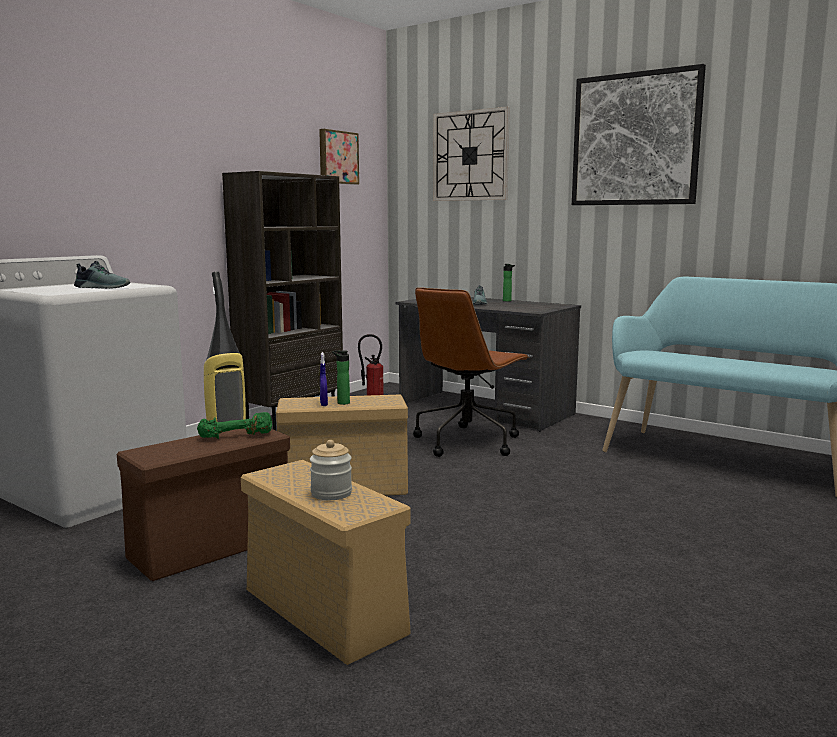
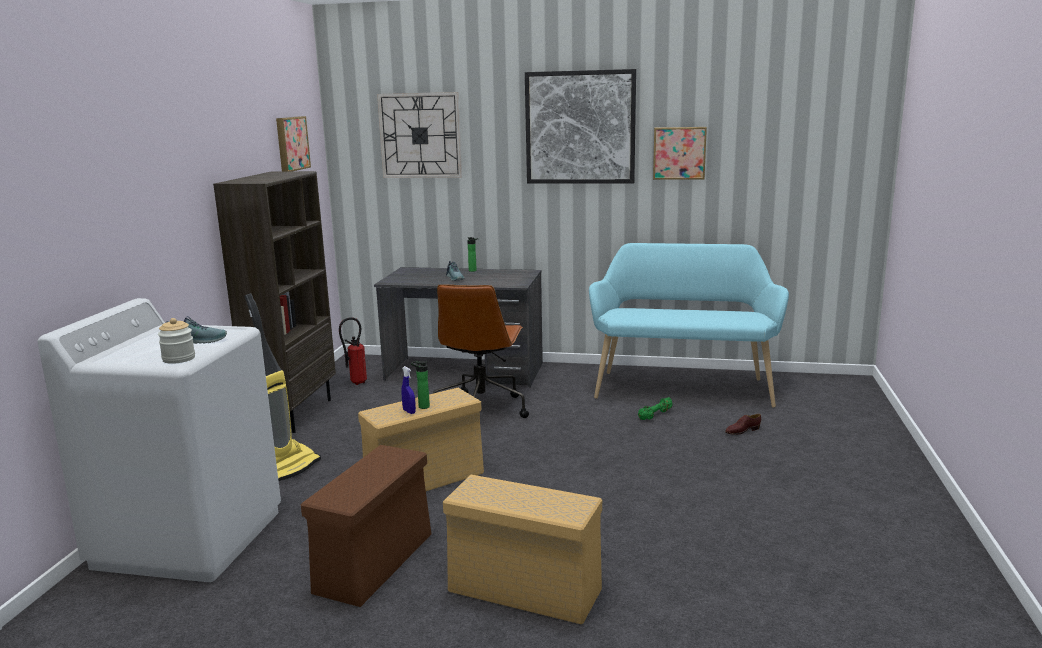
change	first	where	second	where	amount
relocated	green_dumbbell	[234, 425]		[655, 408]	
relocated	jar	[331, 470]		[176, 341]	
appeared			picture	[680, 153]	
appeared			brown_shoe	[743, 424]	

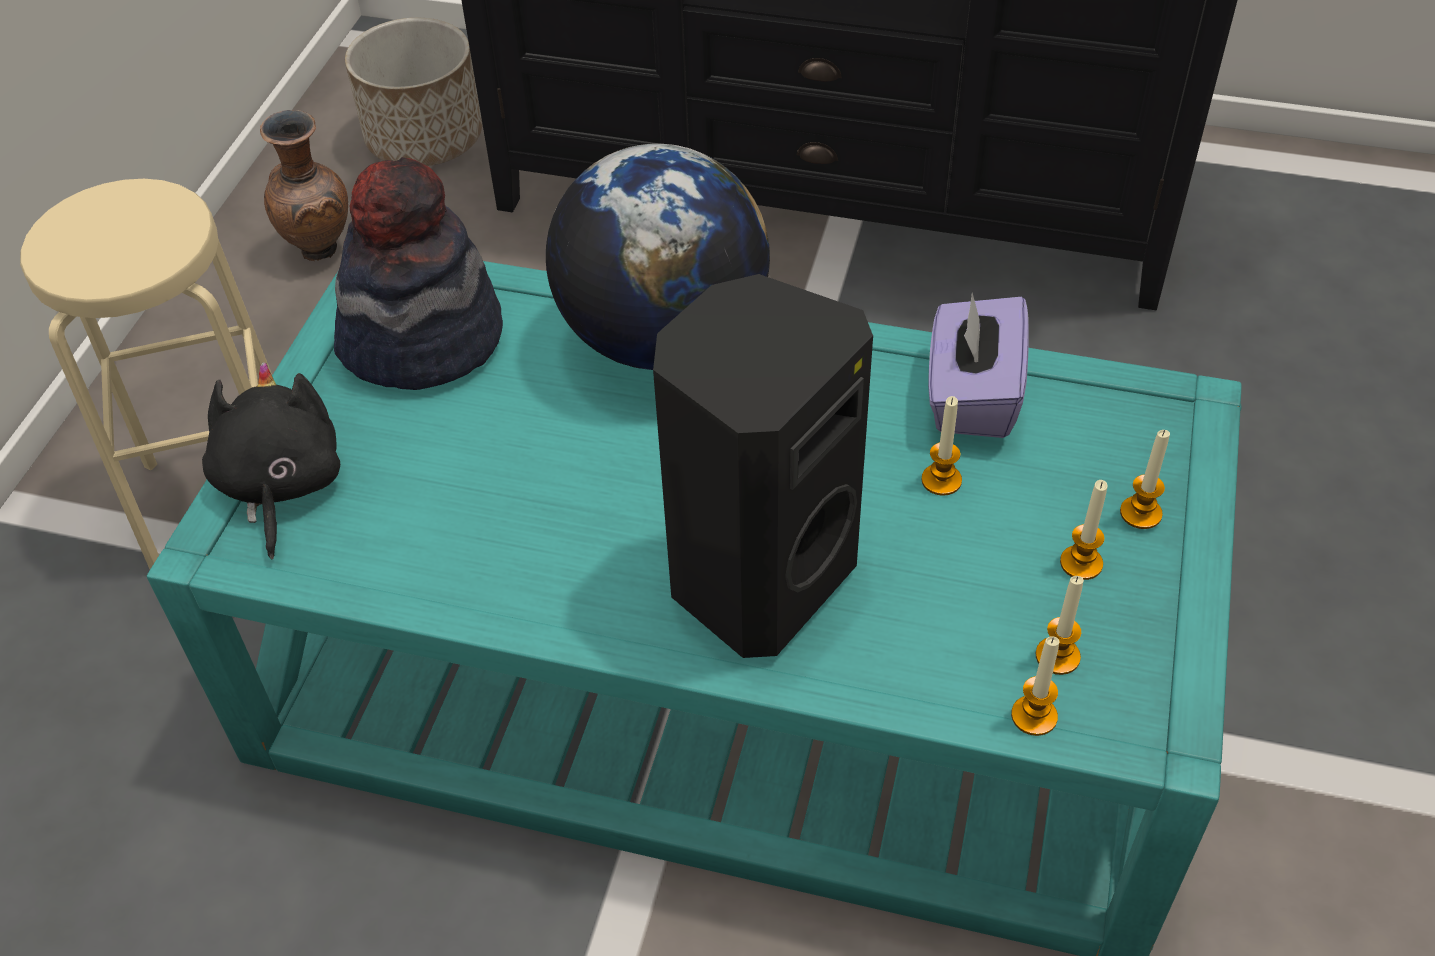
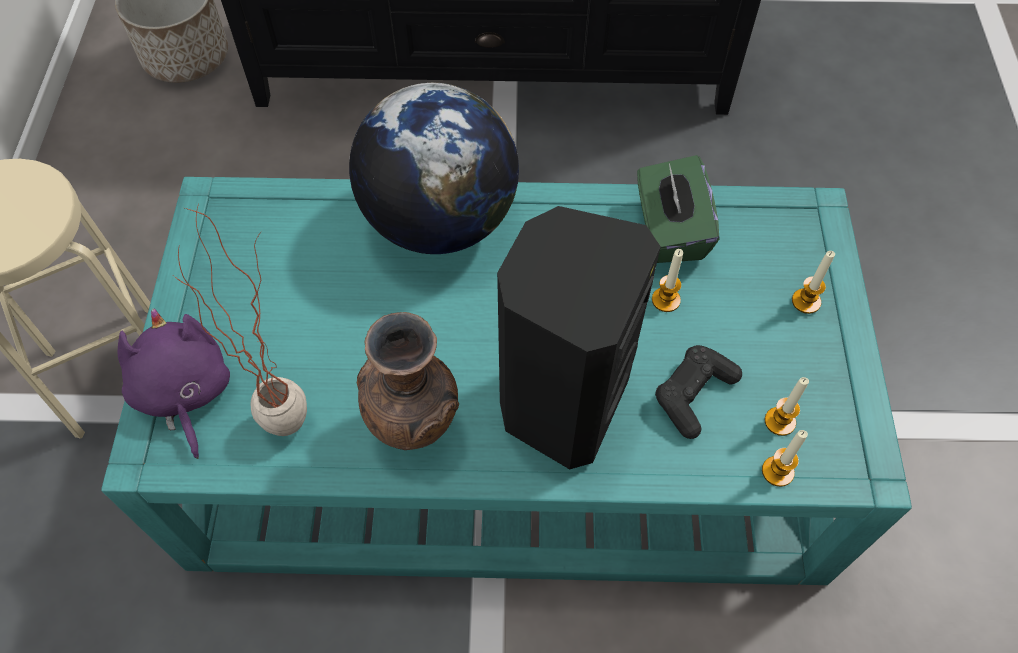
change	first	where	second	where	amount
relocated	brown_vase	[304, 185]		[408, 381]	
missing	hat	[418, 273]			
colour	purple_tissue_box	[978, 365]	green_tissue_box	[678, 209]	
colour	black_plush_toy	[271, 460]	purple_plush_toy	[174, 384]	
missing	candle	[1084, 530]			
appeared			potted_plant	[240, 320]	
appeared			black_game_controller	[698, 392]	

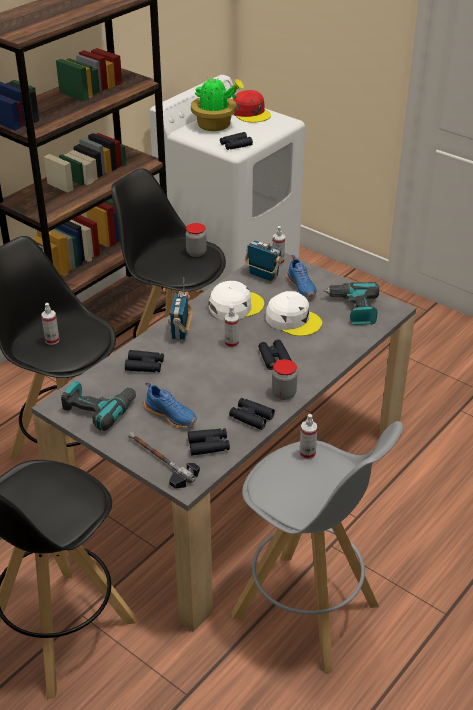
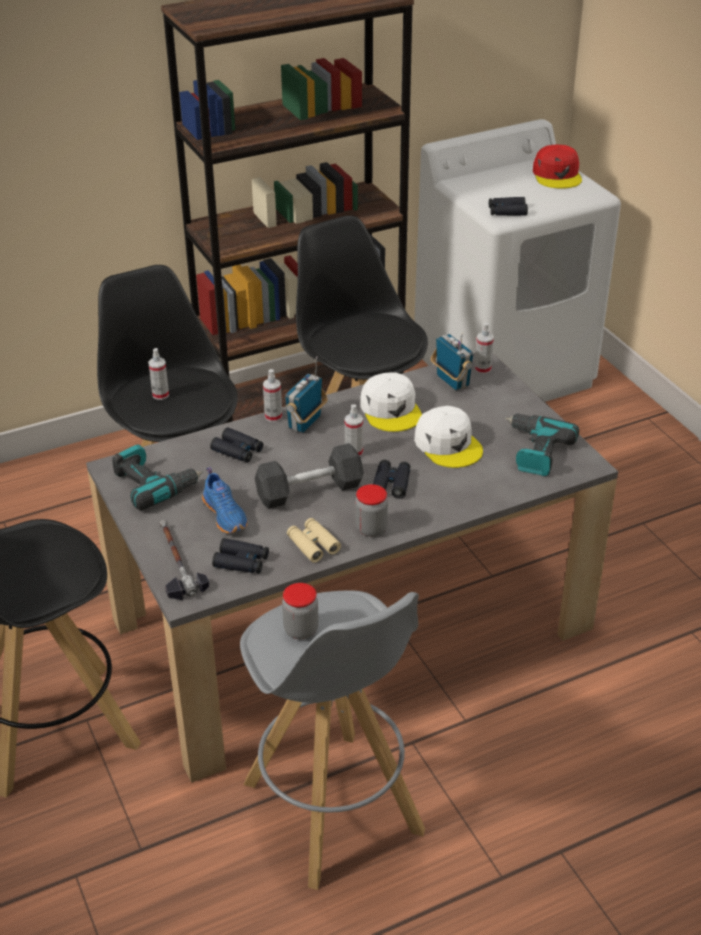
change	first	where	second	where	amount
missing	potted_plant	[217, 103]			
relocated	jar	[196, 240]		[300, 611]	
missing	blue_shoe	[301, 276]			
spun	white_cap	[236, 300]		[391, 402]	75 degrees clockwise
colour	black_binoculars	[252, 414]	beige_binoculars	[314, 540]	
relocated	spray_bottle	[308, 437]		[272, 395]	
appeared			grey_dumbbell	[309, 476]	

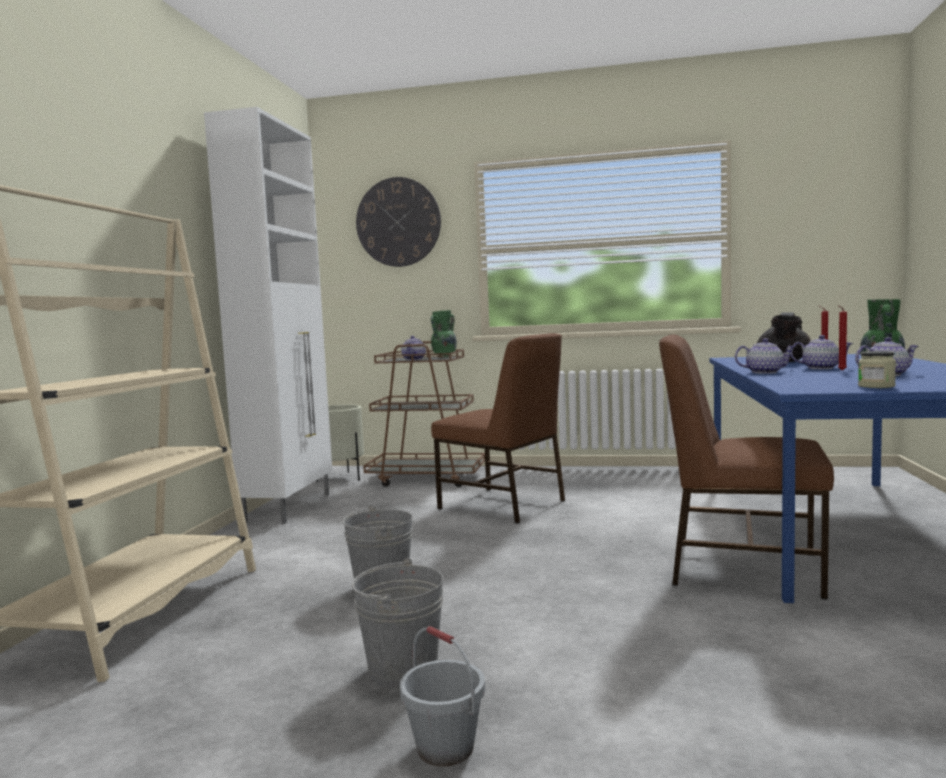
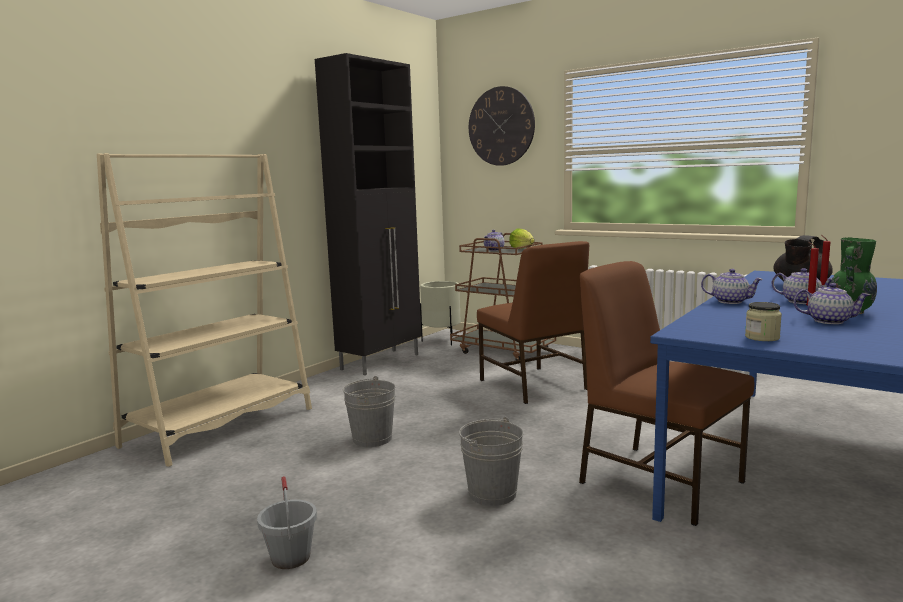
change	first	where	second	where	amount
colour	white_cabinet	[268, 315]	black_cabinet	[368, 214]	
exchanged	green_vase	[444, 334]	lettuce	[521, 239]	
relocated	grey_bucket	[398, 623]		[491, 461]	

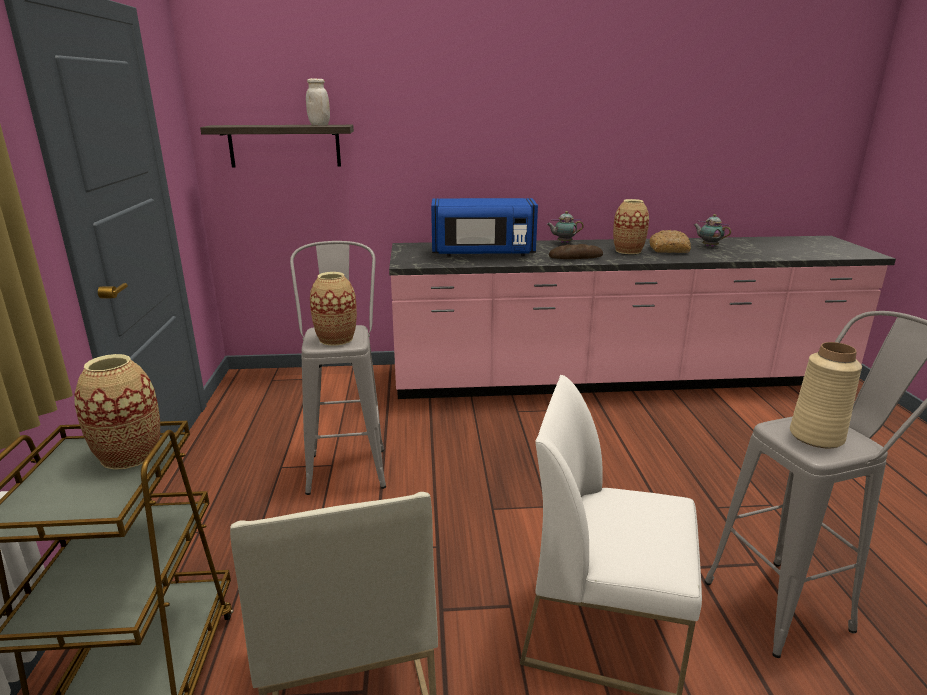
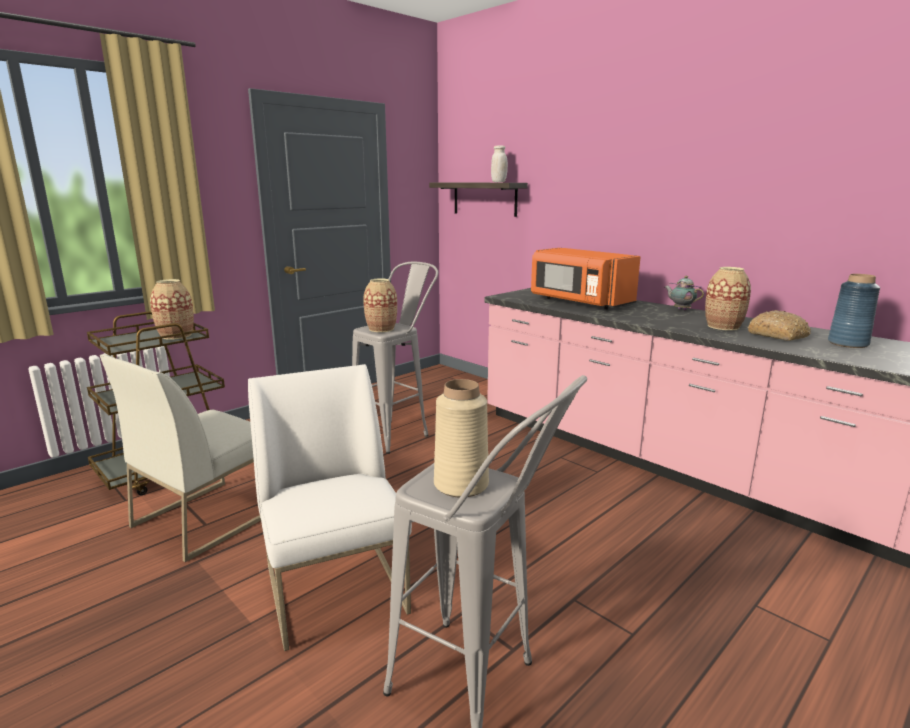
change	first	where	second	where	amount
colour	blue_microwave	[484, 227]	orange_microwave	[586, 279]	
exchanged	teapot	[712, 230]	blue_vase	[854, 311]	
missing	bread	[576, 251]			

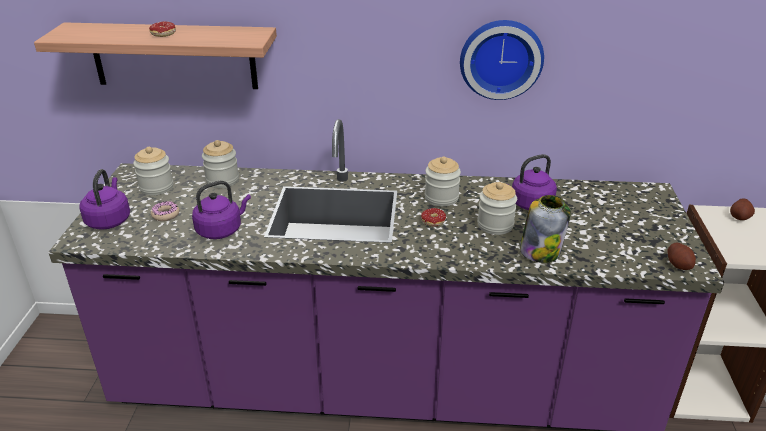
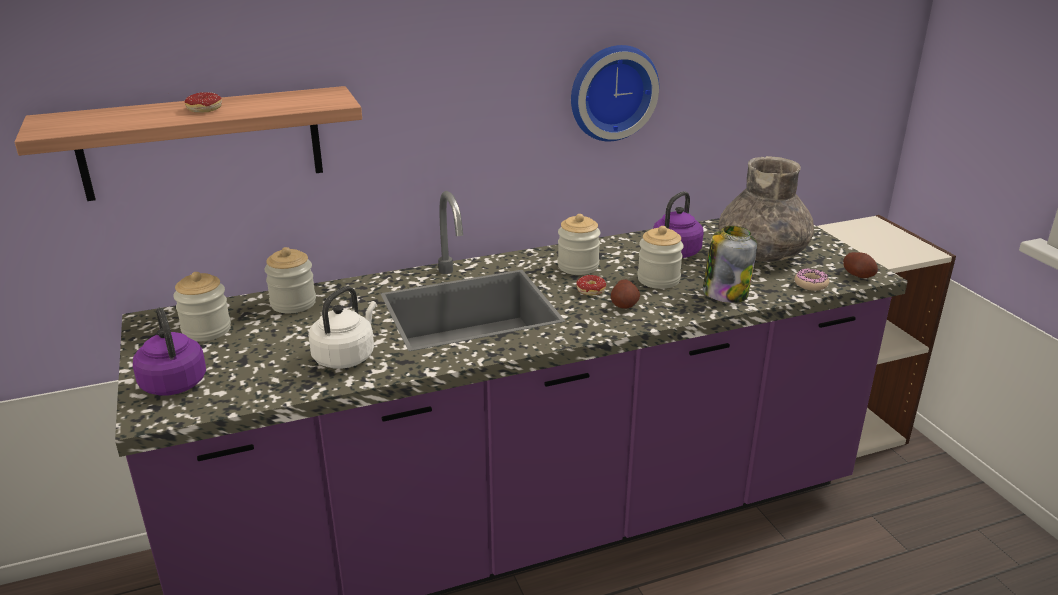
change	first	where	second	where	amount
colour	purple_kettle	[221, 210]	white_kettle	[342, 327]	
relocated	potato	[742, 209]		[625, 294]	
relocated	donut	[165, 211]		[811, 279]	
appeared			grey_vase	[766, 209]	

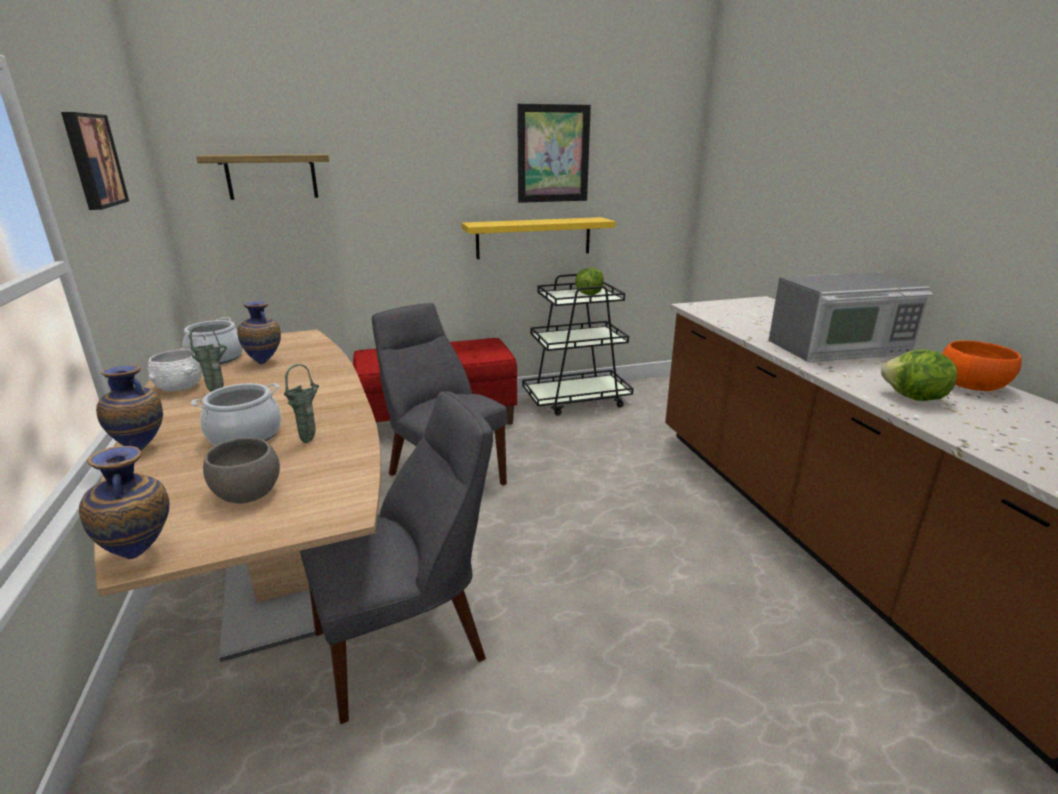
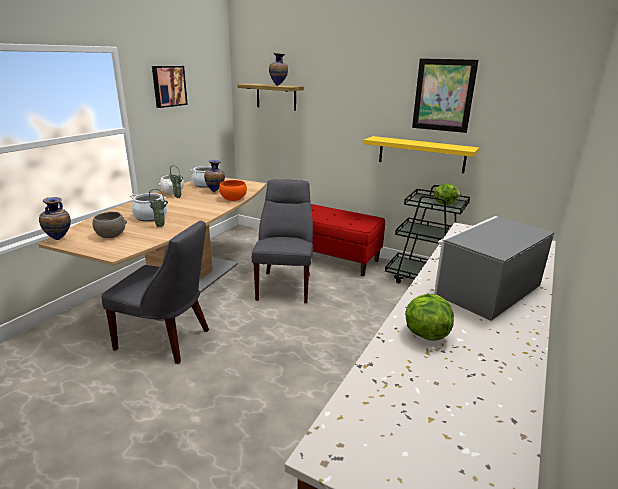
change	first	where	second	where	amount
spun	microwave	[850, 317]		[494, 268]	105 degrees clockwise
relocated	orange_bowl	[982, 365]		[233, 190]	
relocated	vase	[129, 408]		[278, 69]	

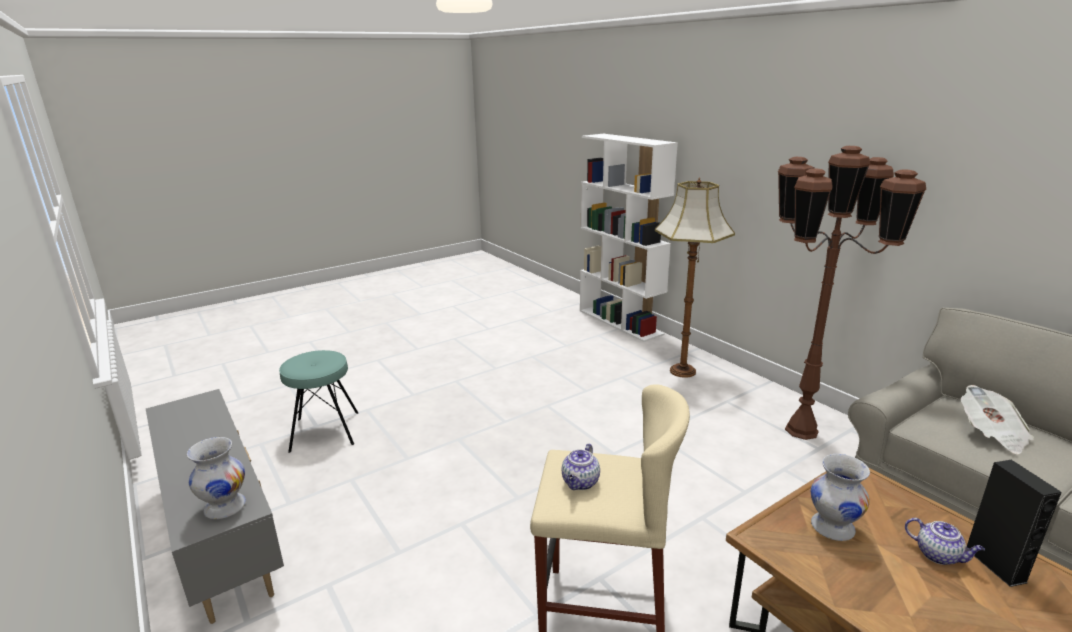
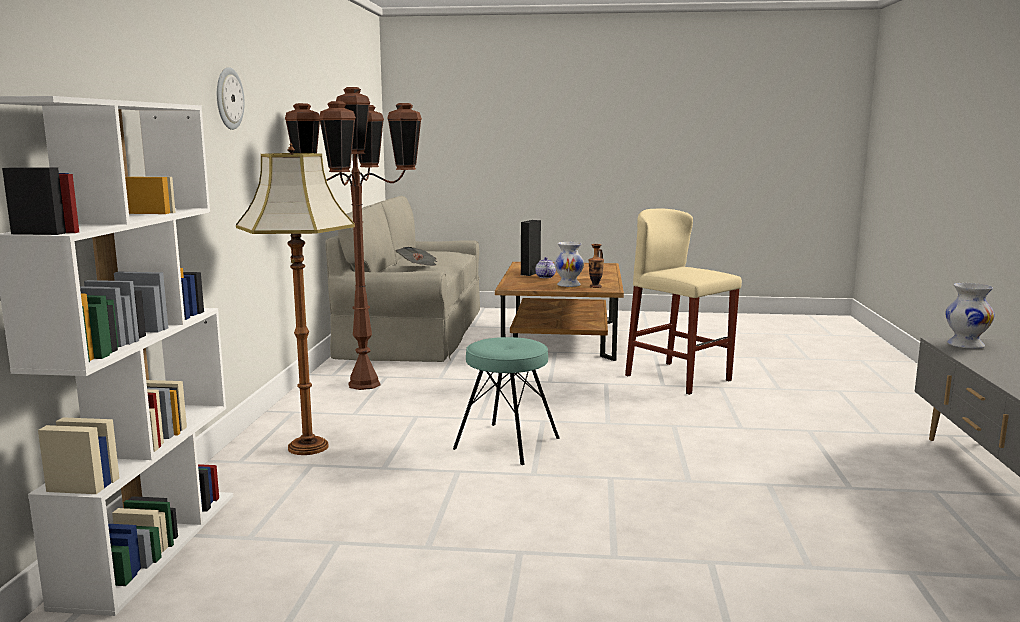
change	first	where	second	where	amount
relocated	turquoise_stool	[318, 401]		[506, 401]	
missing	teapot	[580, 466]			
appeared			wall_clock	[231, 98]	
appeared			vase	[596, 266]	

